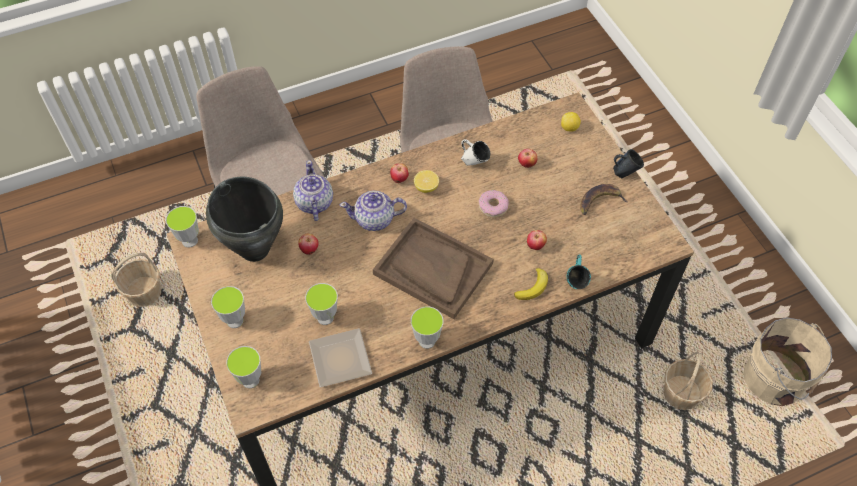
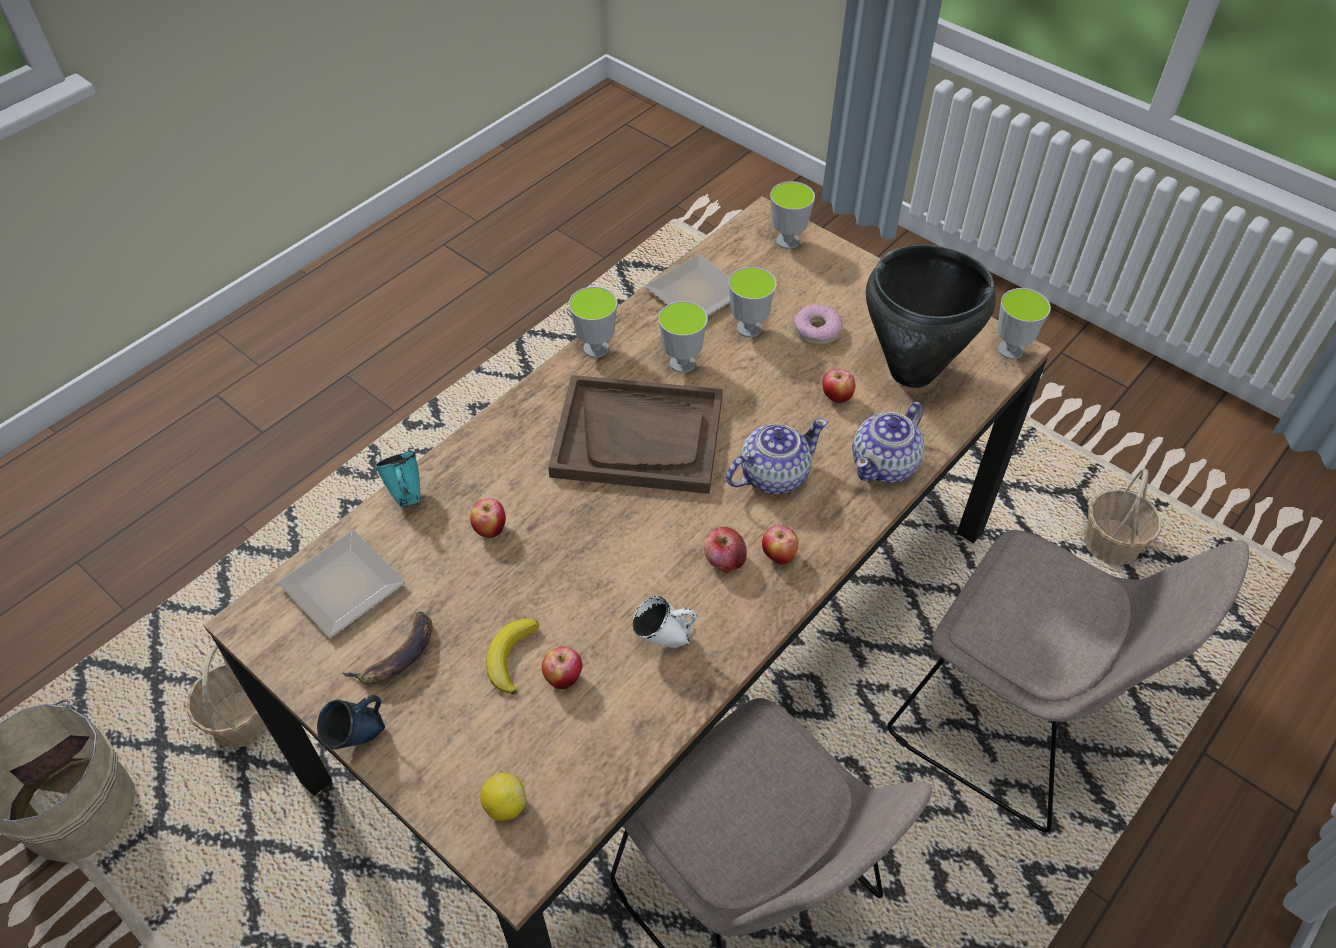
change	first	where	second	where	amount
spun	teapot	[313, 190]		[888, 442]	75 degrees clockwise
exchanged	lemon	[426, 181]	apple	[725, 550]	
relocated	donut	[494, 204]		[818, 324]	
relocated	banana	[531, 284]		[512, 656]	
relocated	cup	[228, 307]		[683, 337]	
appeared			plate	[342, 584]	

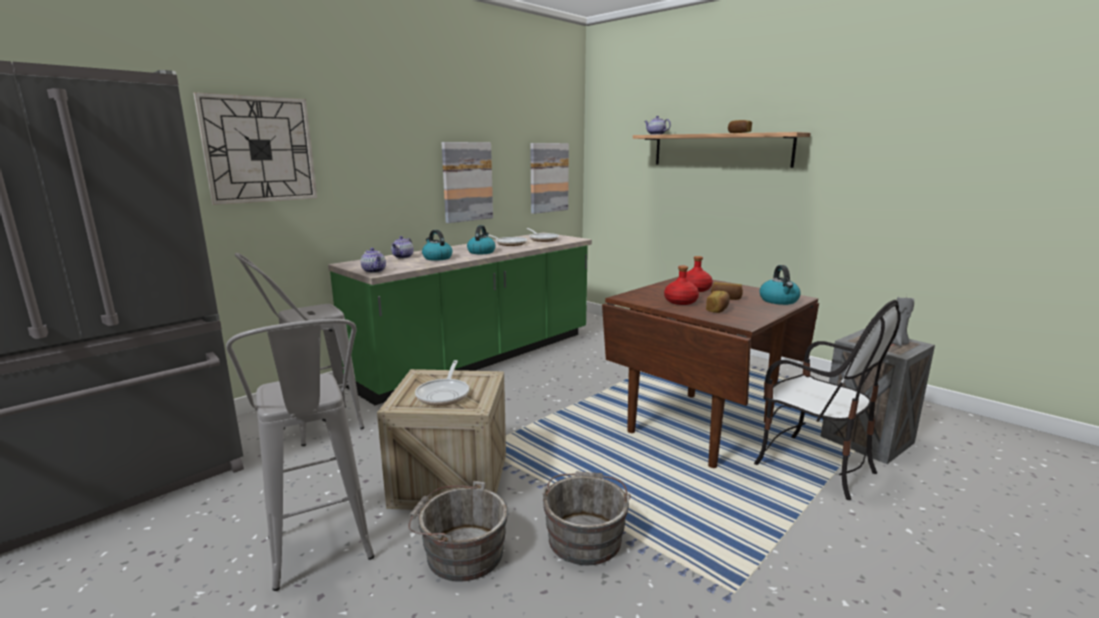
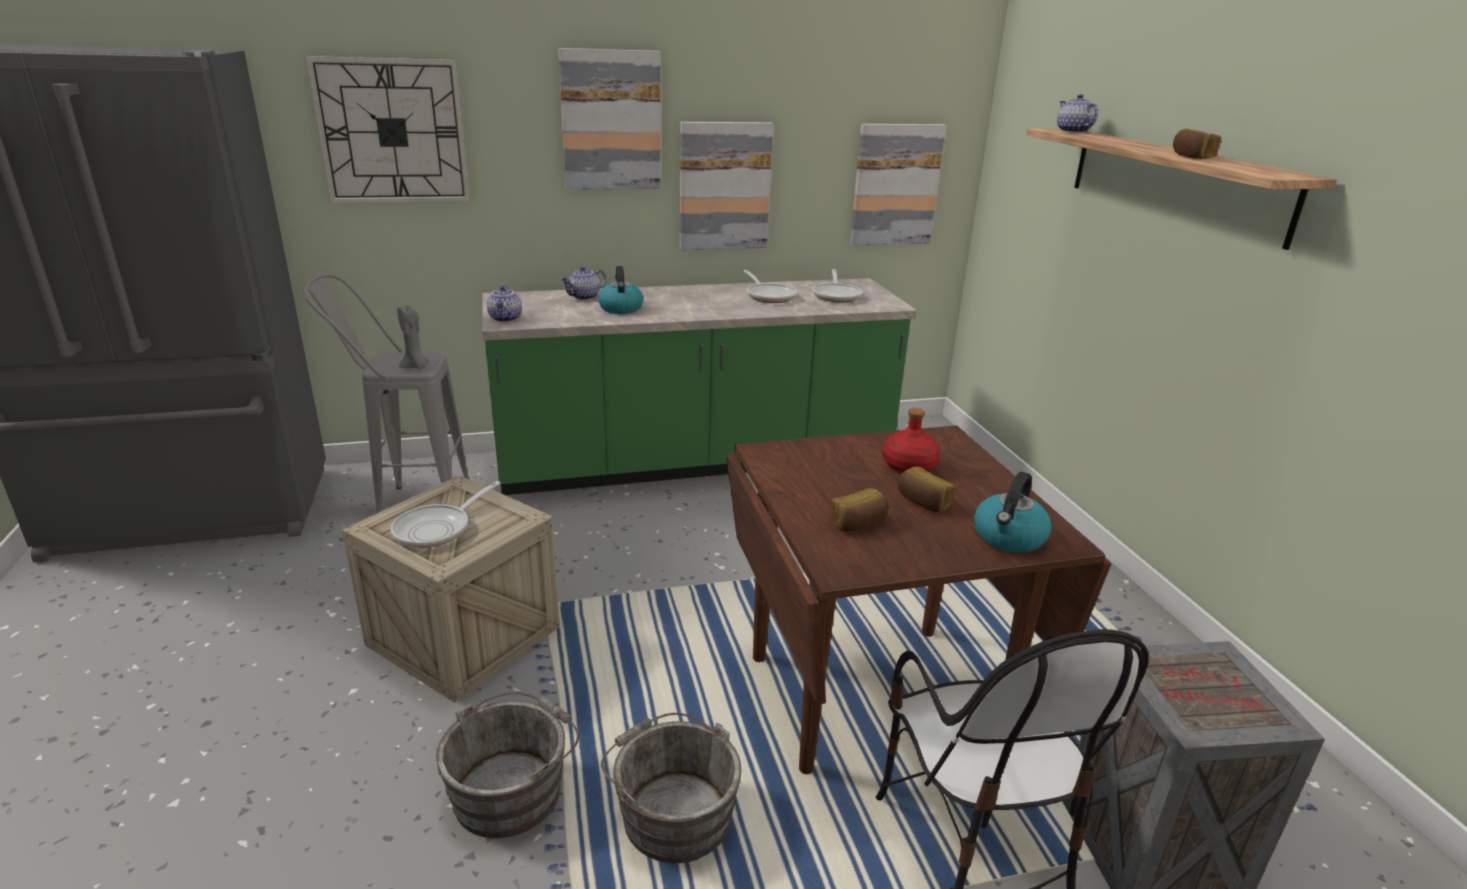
change	first	where	second	where	amount
missing	kettle	[481, 239]			
missing	red_bottle	[681, 285]			
relocated	grey_candle	[903, 320]		[413, 337]	
missing	grey_stool	[300, 455]			
relocated	grey_bucket	[458, 531]		[671, 788]	
appeared			picture	[609, 119]	

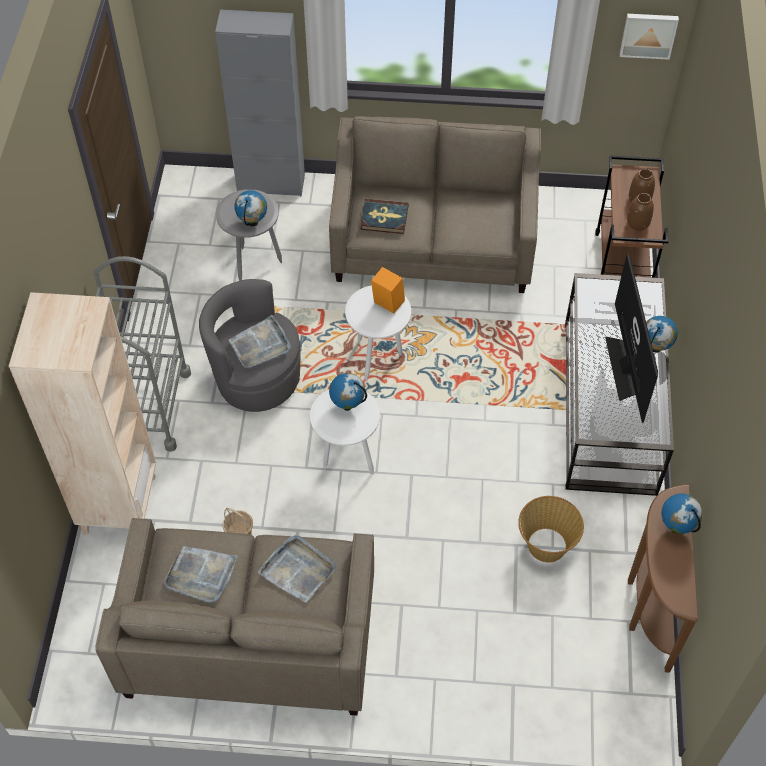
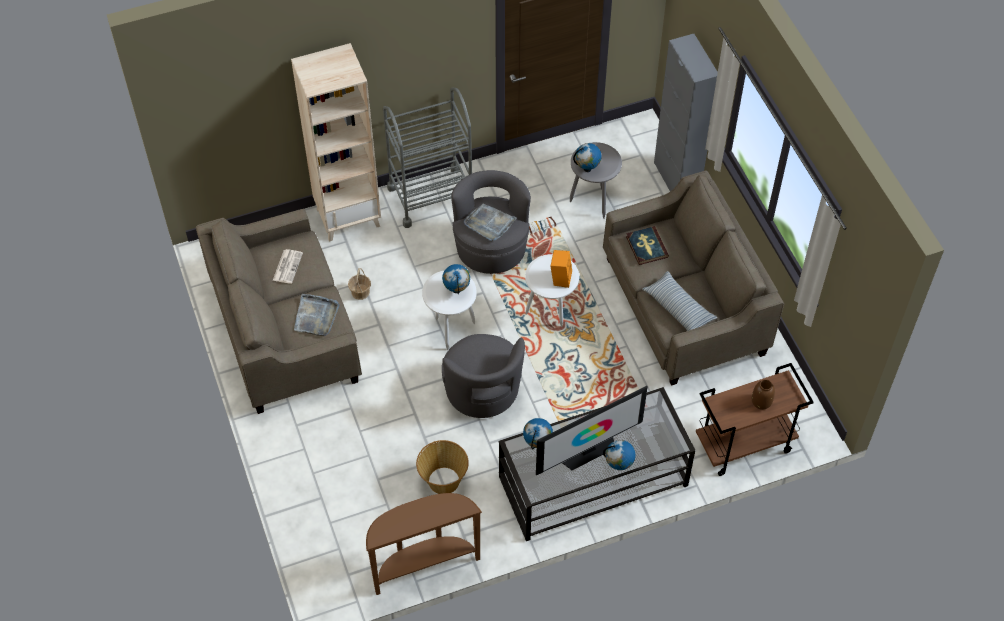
change	first	where	second	where	amount
missing	picture	[649, 37]			
missing	brown_vase	[640, 212]			
relocated	globe	[682, 514]		[538, 433]	
exchanged	grey_tray	[200, 574]	newspaper	[287, 266]	
appeared			pillow	[679, 301]	
appeared			grey_armchair	[483, 376]	

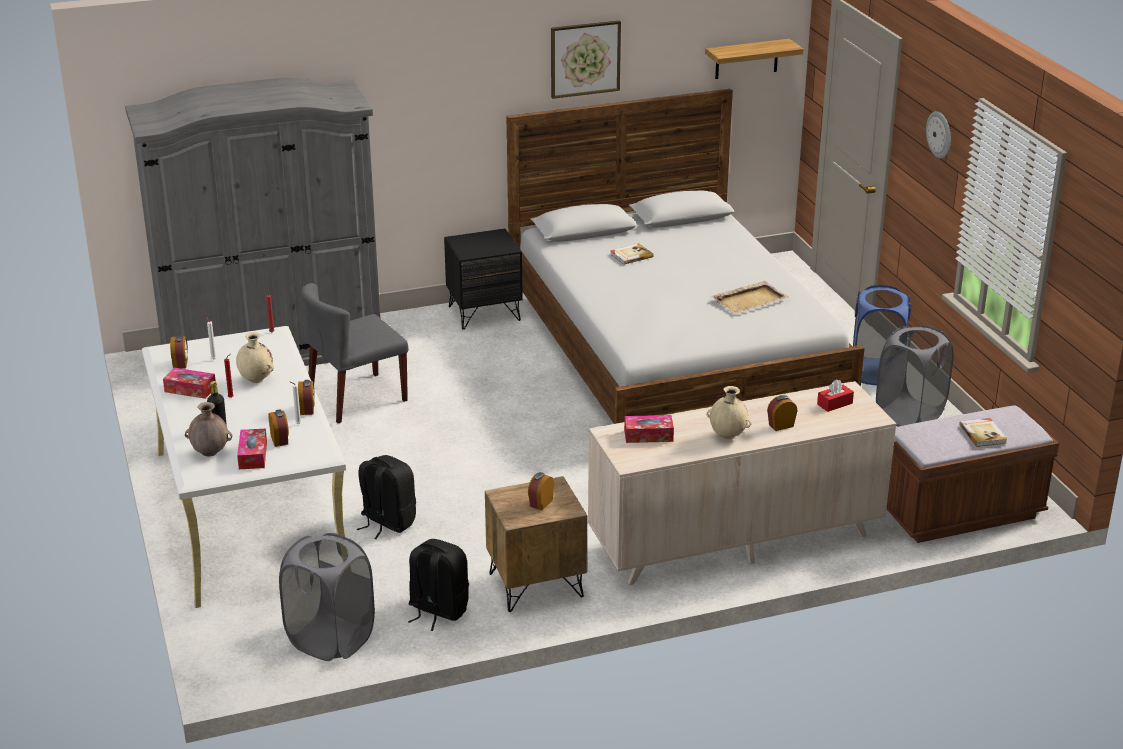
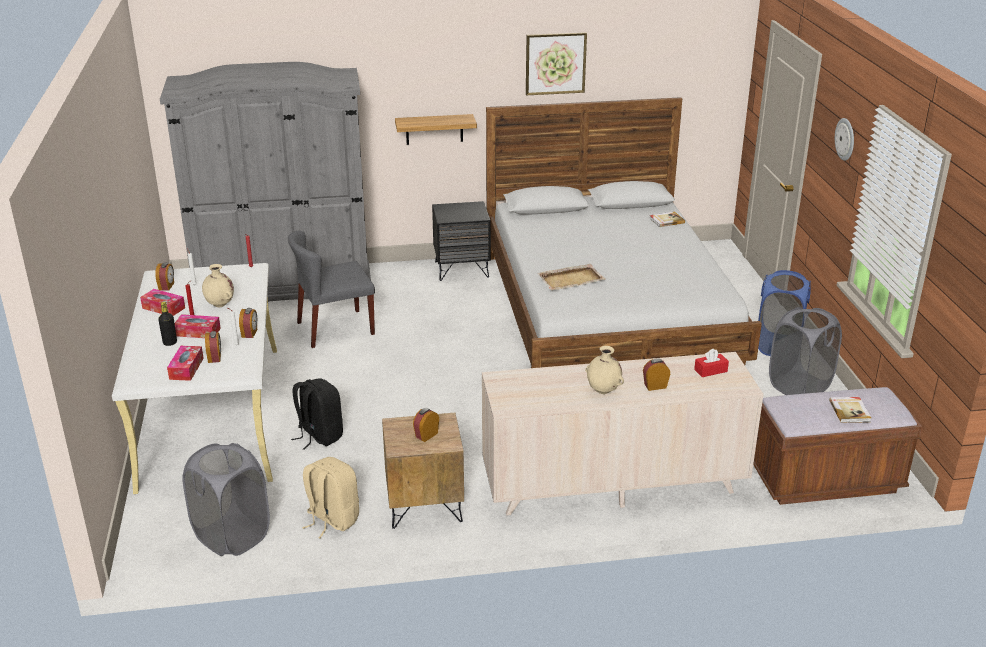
change	first	where	second	where	amount
relocated	shelf	[754, 59]		[436, 129]	
relocated	book	[632, 254]		[667, 219]	
relocated	beige_tray	[750, 298]		[571, 277]	
missing	brown_vase	[208, 429]			
relocated	tissue_box	[649, 429]		[198, 326]	
colour	black_backpack	[438, 585]	beige_backpack	[330, 497]	

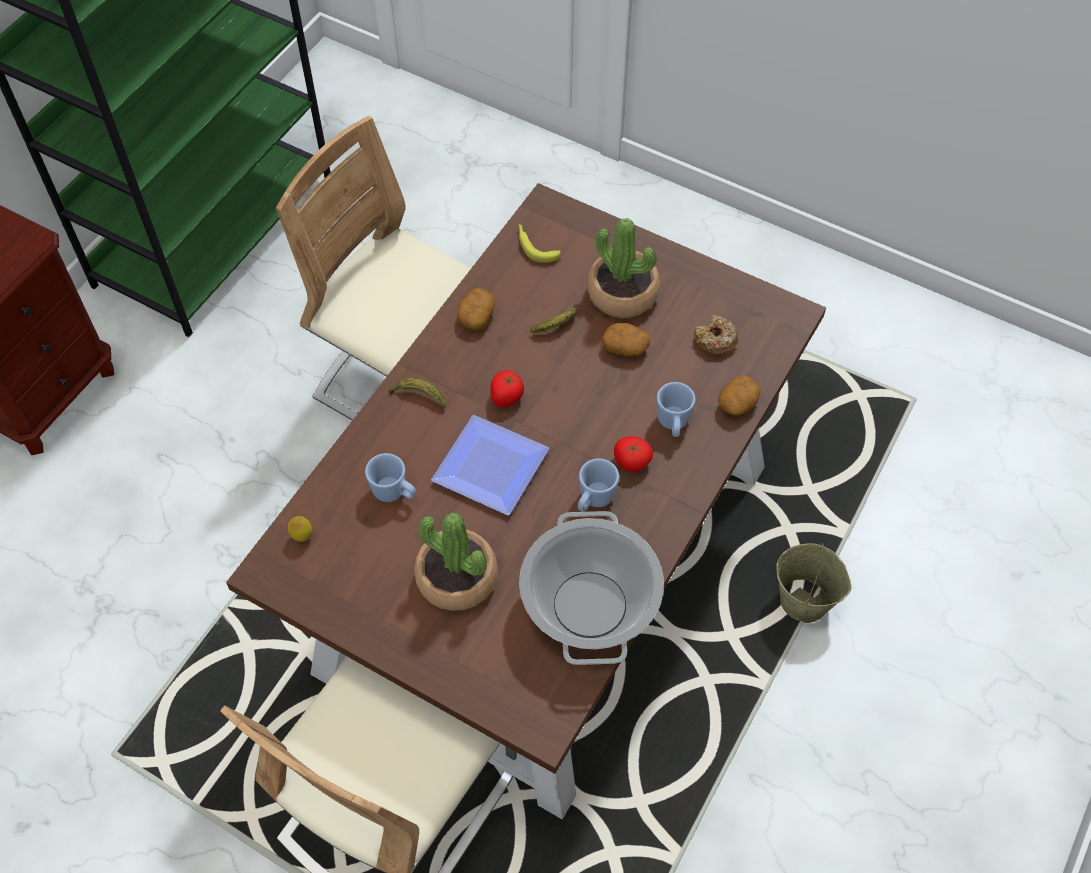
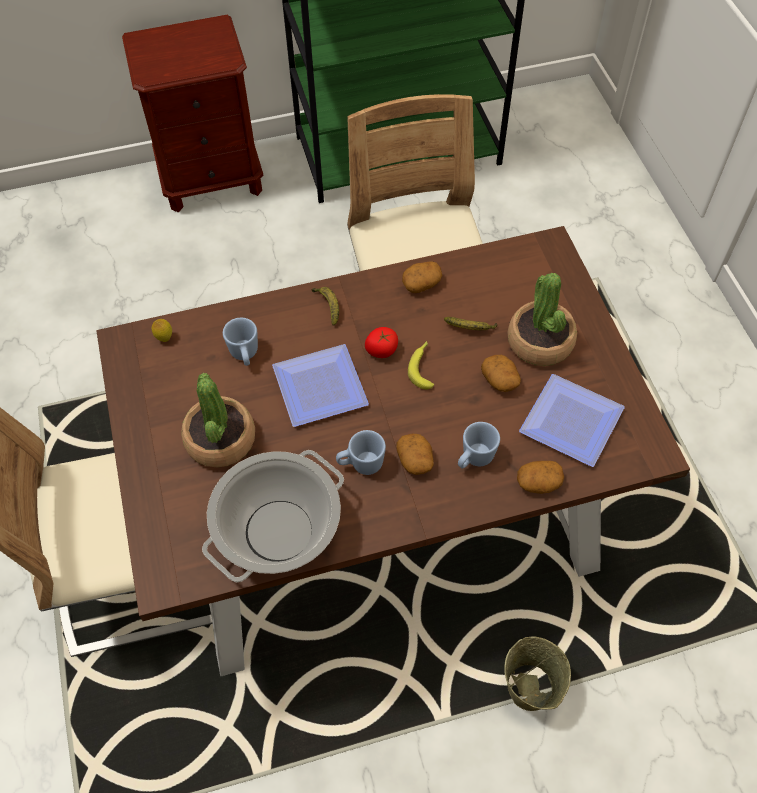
change	first	where	second	where	amount
relocated	banana	[539, 243]		[421, 365]	
exchanged	donut	[716, 335]	plate	[572, 420]	
exchanged	tomato	[633, 454]	potato	[415, 454]	

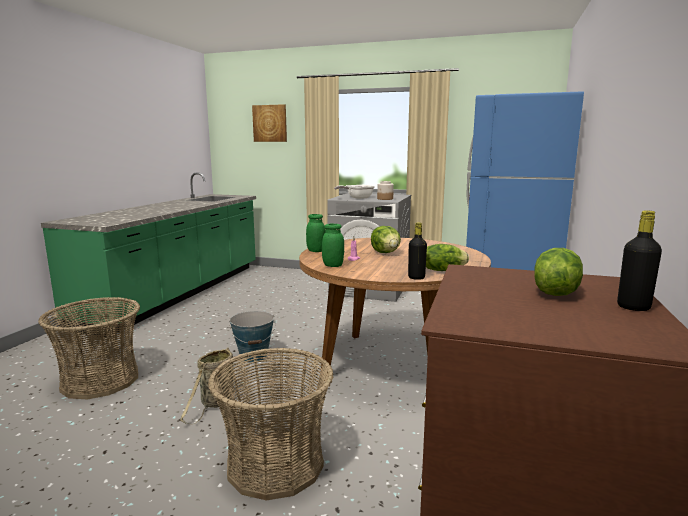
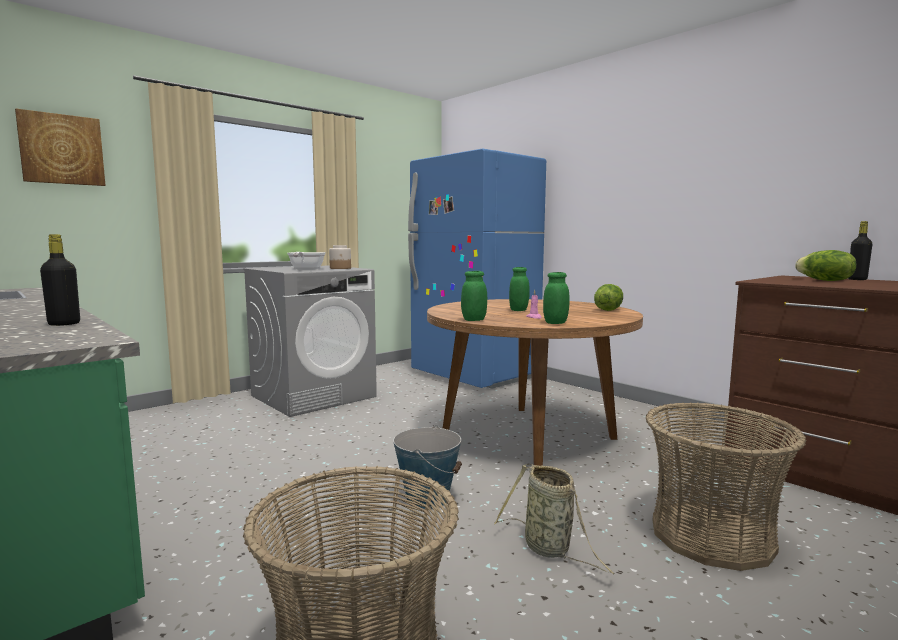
change	first	where	second	where	amount
relocated	black_bottle	[417, 251]		[60, 280]	
exchanged	lettuce	[386, 239]	green_jar	[519, 289]	

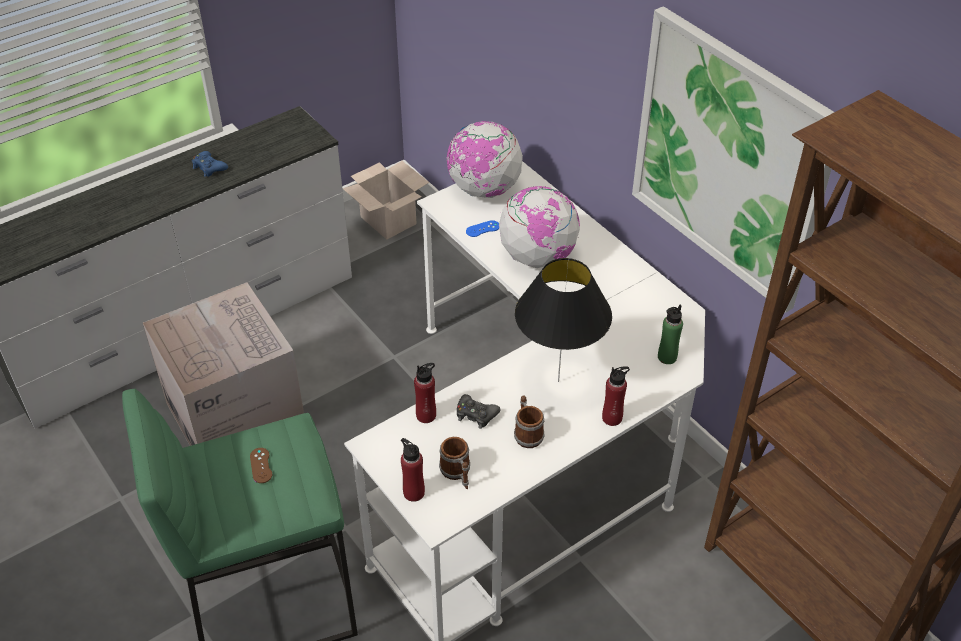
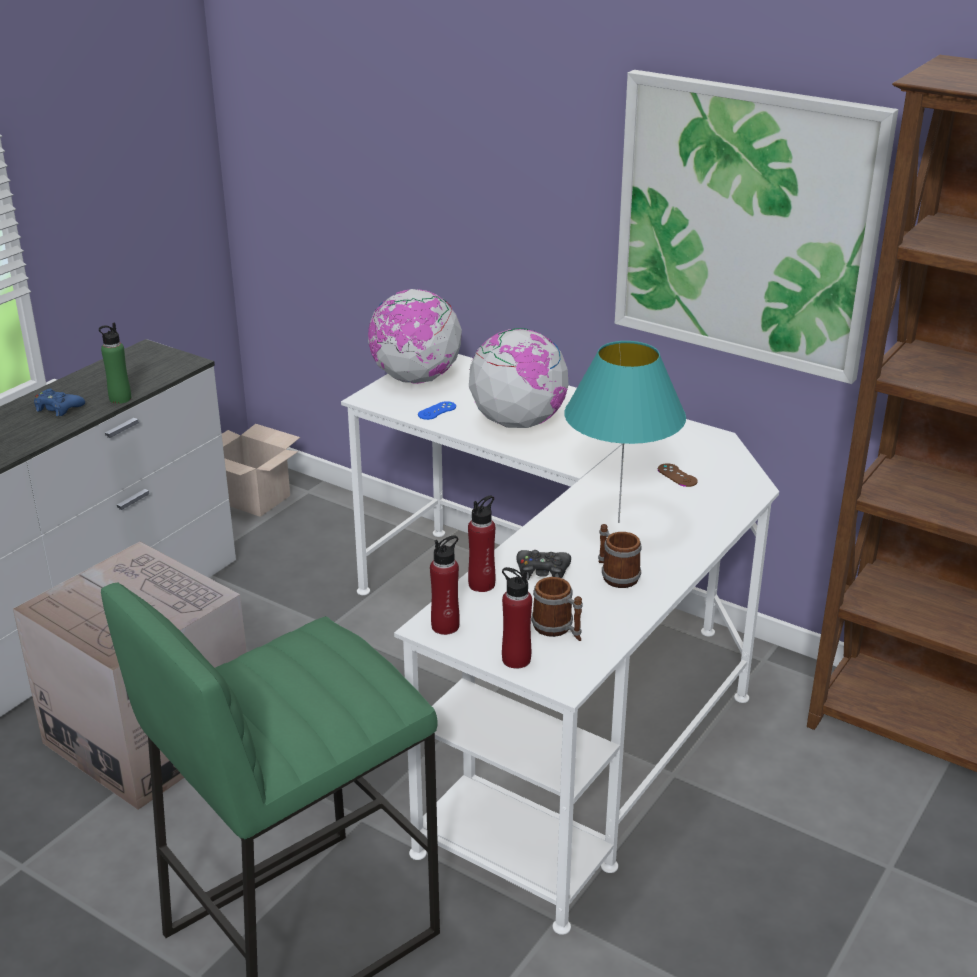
change	first	where	second	where	amount
colour	black_table_lamp	[563, 320]	turquoise_table_lamp	[625, 432]	
relocated	green_bottle	[670, 334]		[115, 363]	
relocated	red_bottle	[616, 396]		[445, 585]	
relocated	brown_game_controller	[261, 465]		[677, 475]	

